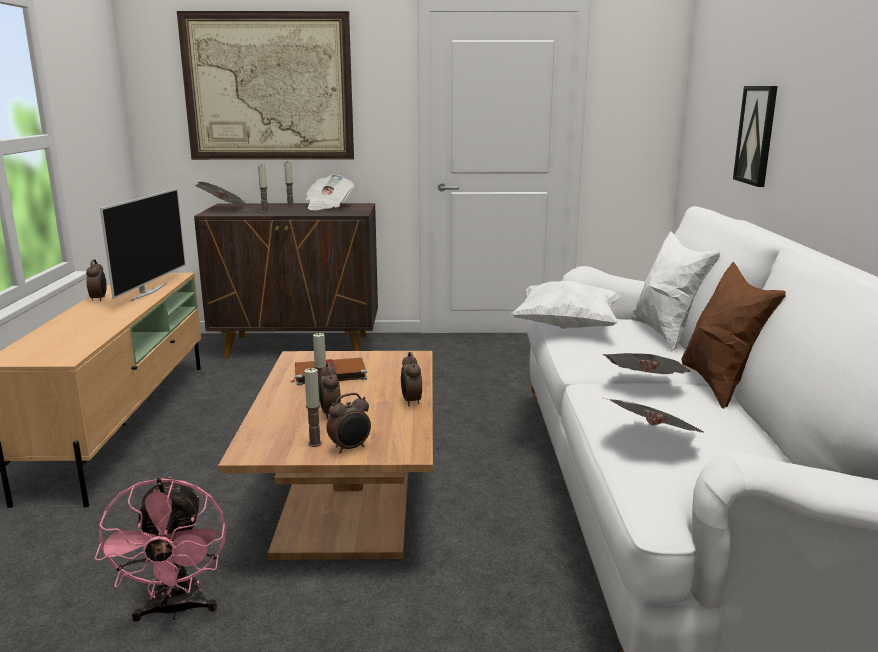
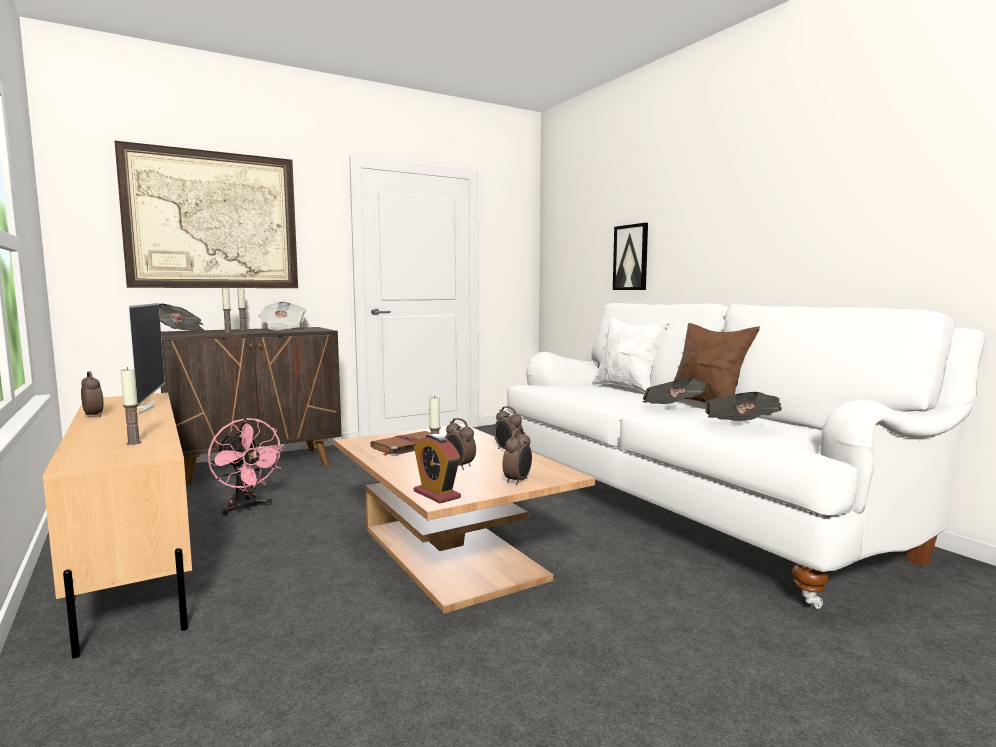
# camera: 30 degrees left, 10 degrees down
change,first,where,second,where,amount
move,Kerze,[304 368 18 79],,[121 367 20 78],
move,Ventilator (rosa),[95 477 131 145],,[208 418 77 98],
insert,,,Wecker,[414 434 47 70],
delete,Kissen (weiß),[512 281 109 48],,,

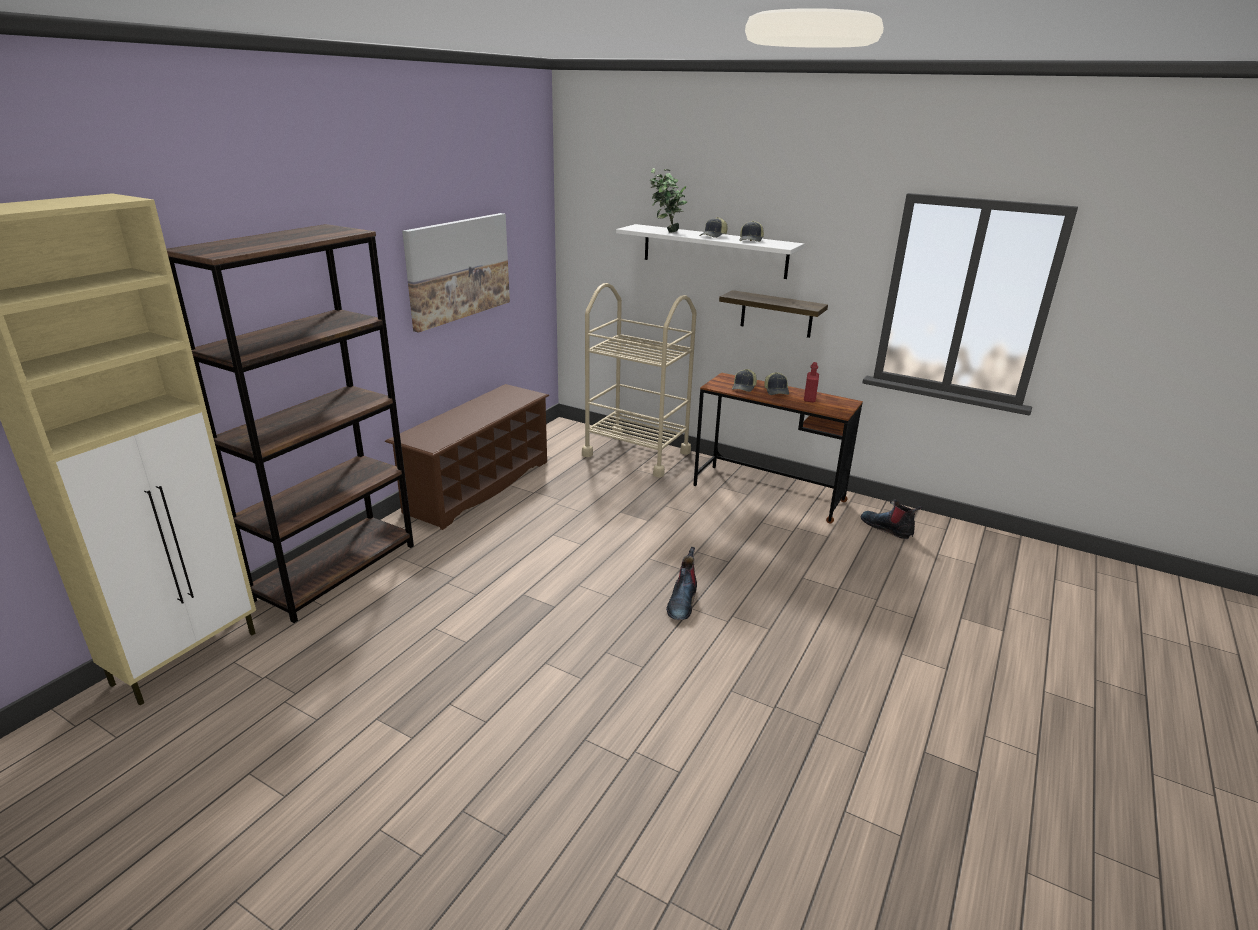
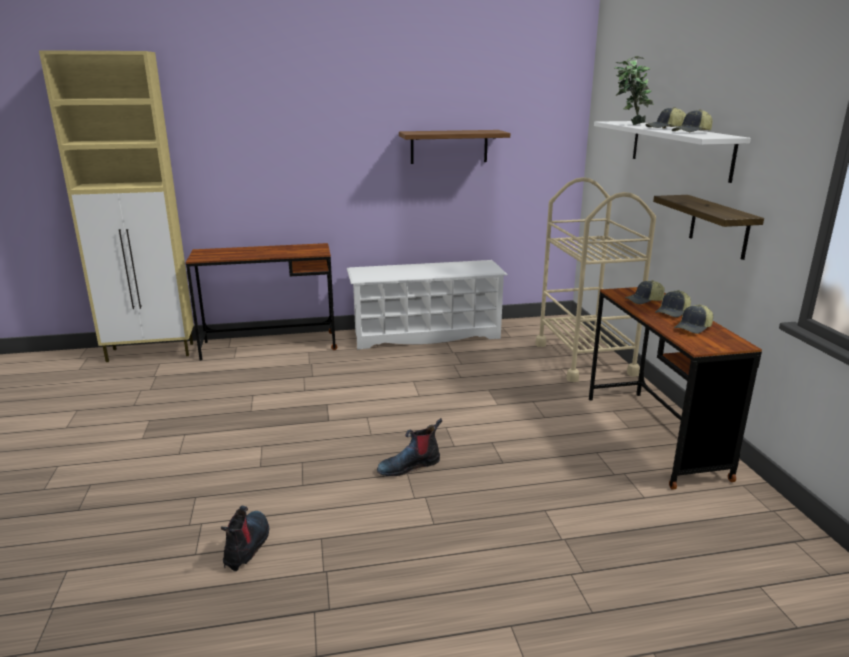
# camera: 50 degrees right, 5 degrees down
change,first,where,second,where,amount
replace,Bücherregal (braun),[167 224 247 399],Schreibtisch (braun),[186 243 151 117],
move,Stiefel,[861 499 61 40],,[221 506 49 65],
recolor,Schuhregal (braun),[385 384 164 146],Schuhregal (weiß),[347 260 161 90],
replace,Bild,[402 213 108 120],Wandregal,[399 130 111 34],
replace,Flasche (rot),[804 362 15 40],Kappe,[674 304 39 30],

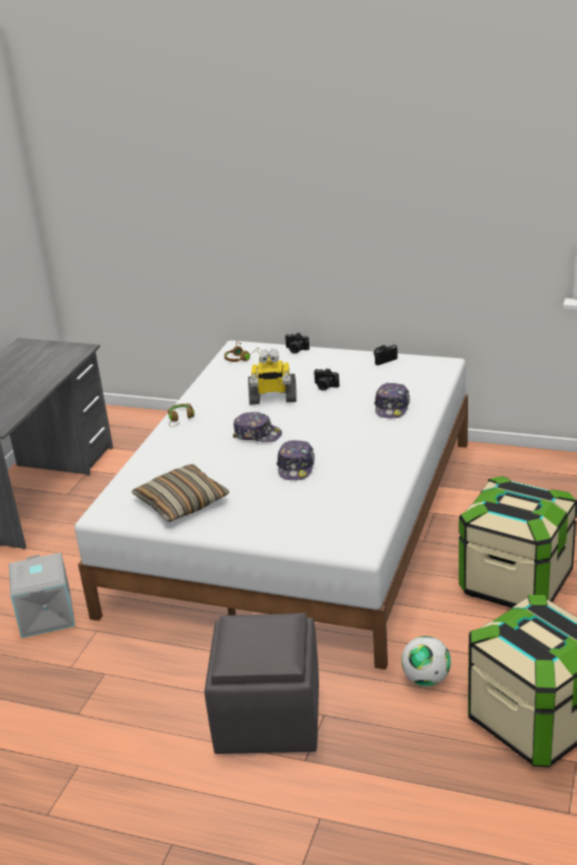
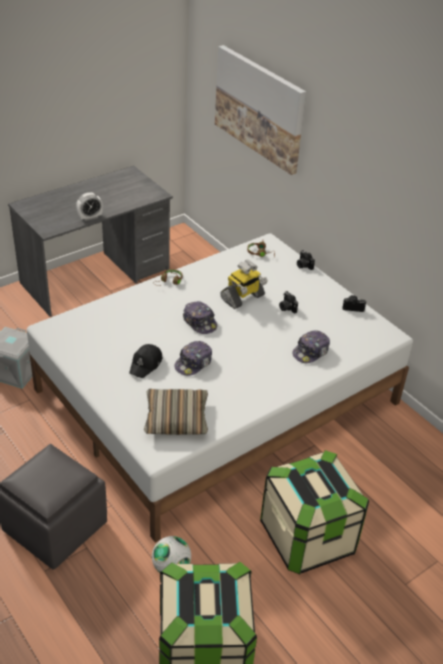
# camera: 30 degrees right, 10 degrees up
change,first,where,second,where,amount
insert,,,Wecker,[76 192 27 29],
insert,,,Kappe (schwarz),[129 344 33 34],
move,Kissen,[132 464 97 58],,[144 389 64 46],
insert,,,Bild,[215 45 91 130],
rotate,Spielzeugroboter,[248 349 48 56],,[220 260 48 49],75 degrees counterclockwise

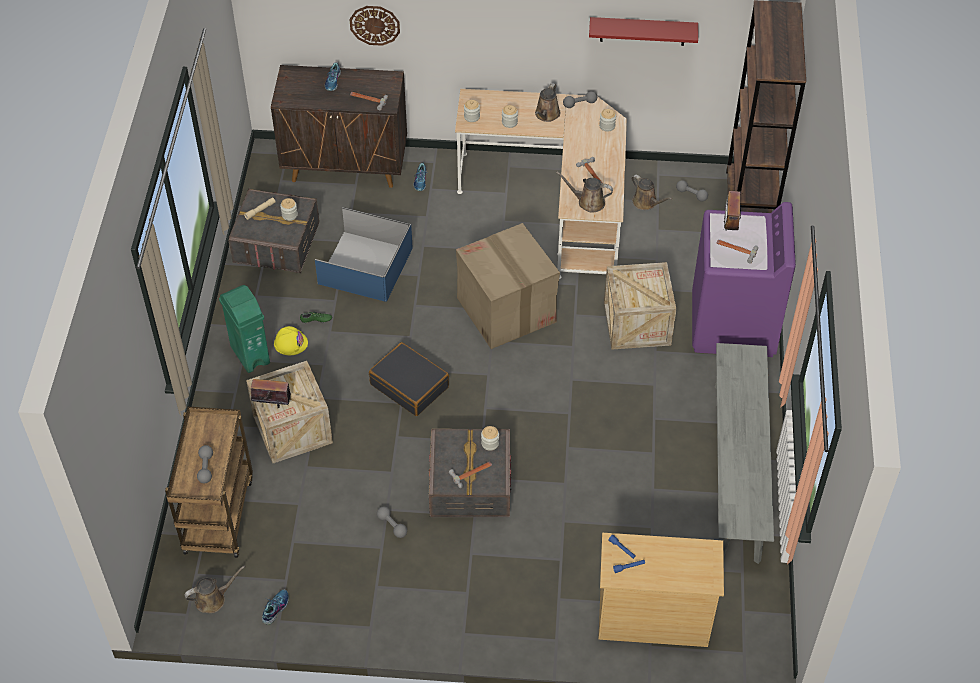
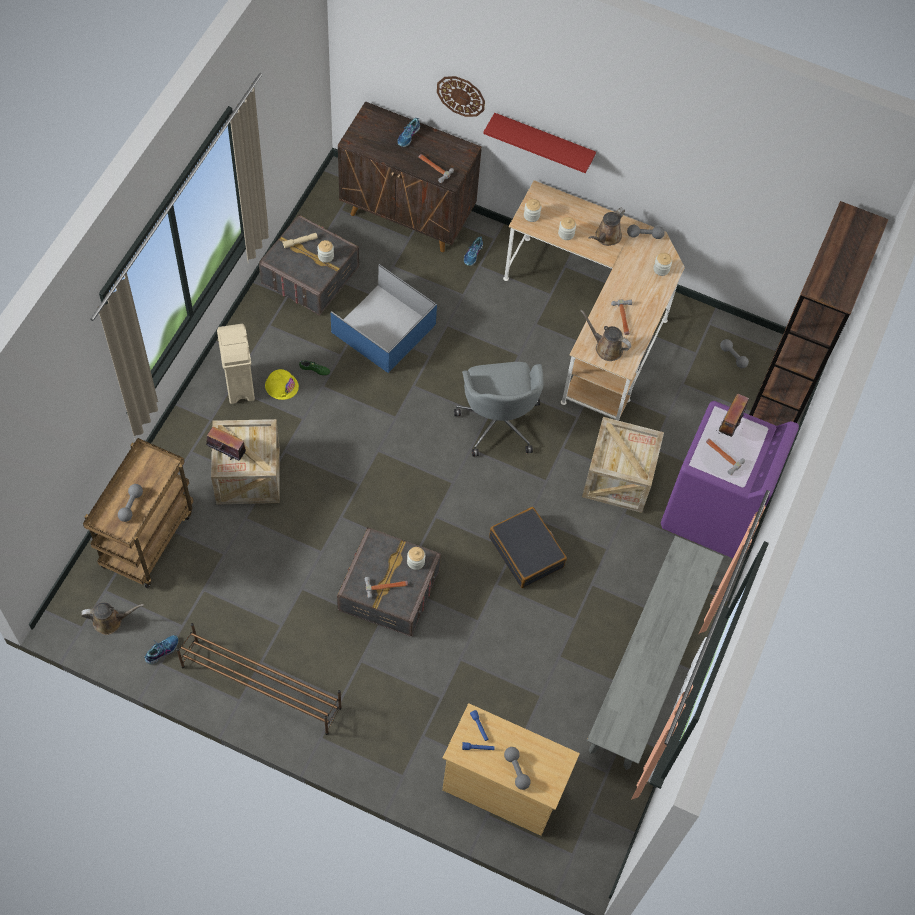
# camera: 15 degrees right, 10 degrees up
change,first,where,second,where,amount
insert,,,Schuhregal (braun),[176 623 166 112],
recolor,Mülleimer (grün),[219 285 51 88],Mülleimer (beige),[217 324 38 80],
replace,Karton,[456 223 104 126],Bürostuhl (grau),[454 362 90 94],
move,Wandregal (rot),[589 17 109 29],,[483 113 113 60],
move,Koffer (schwarz),[369 342 80 74],,[489 507 78 81],
move,Hantel (grau),[377 507 30 31],,[504 747 27 43],
delete,Gießkanne (braun),[631 175 41 35],,,

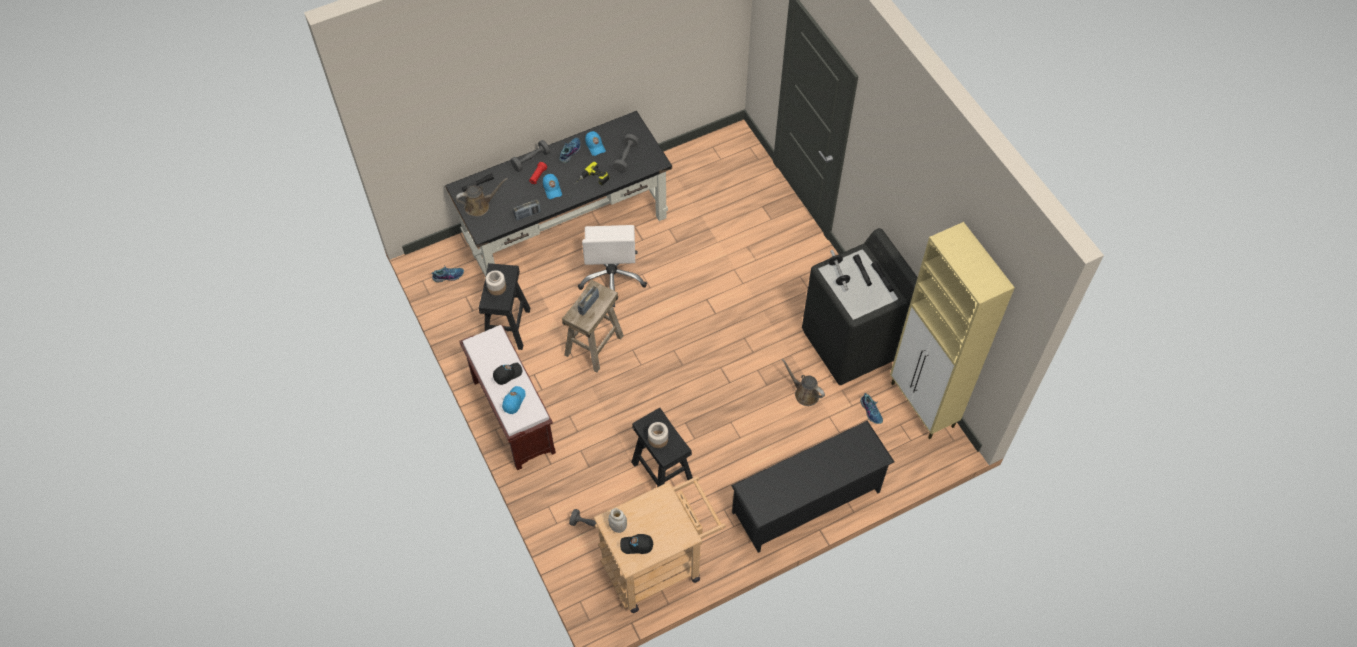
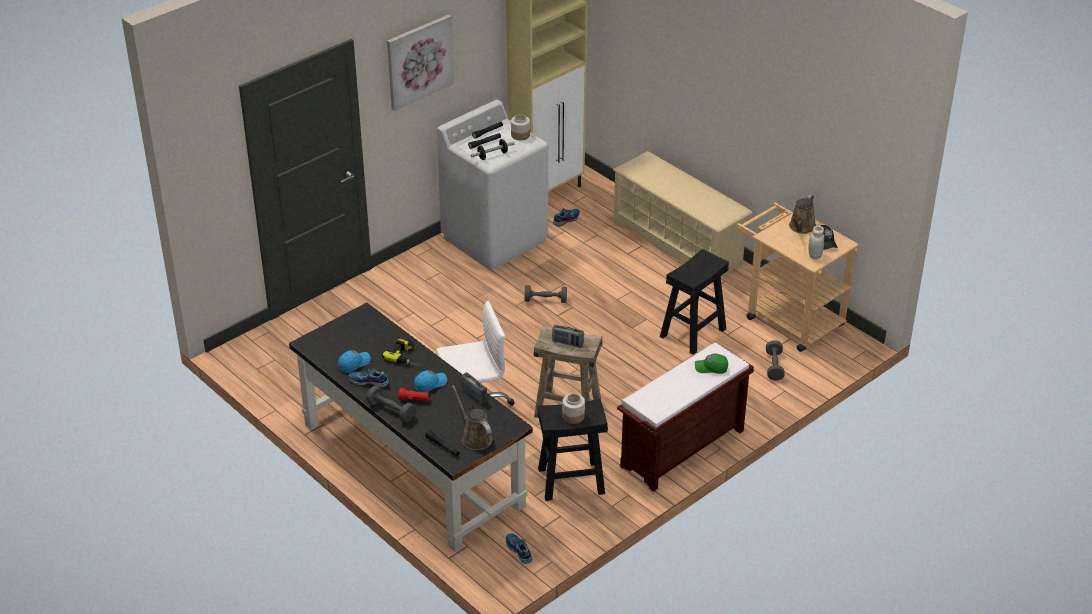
# camera: 105 degrees left, 20 degrees down
change,first,where,second,where,amount
insert,,,Bild,[387 15 67 96],
recolor,Waschmaschine (schwarz),[802 228 116 157],Waschmaschine (weiß),[437 100 111 170],
move,Vorratsglas,[648 422 20 26],,[511 115 19 25],
move,Hantel (grau),[613 134 26 39],,[525 286 42 17],
recolor,Schuhregal (schwarz),[731 421 164 132],Schuhregal (beige),[613 151 140 133],
recolor,Kappe (blau),[502 386 24 28],Kappe (grün),[695 353 33 21],
move,Gießkanne (braun),[782 359 43 47],,[789 194 27 40],
delete,Kappe (schwarz),[493 363 30 22],,,

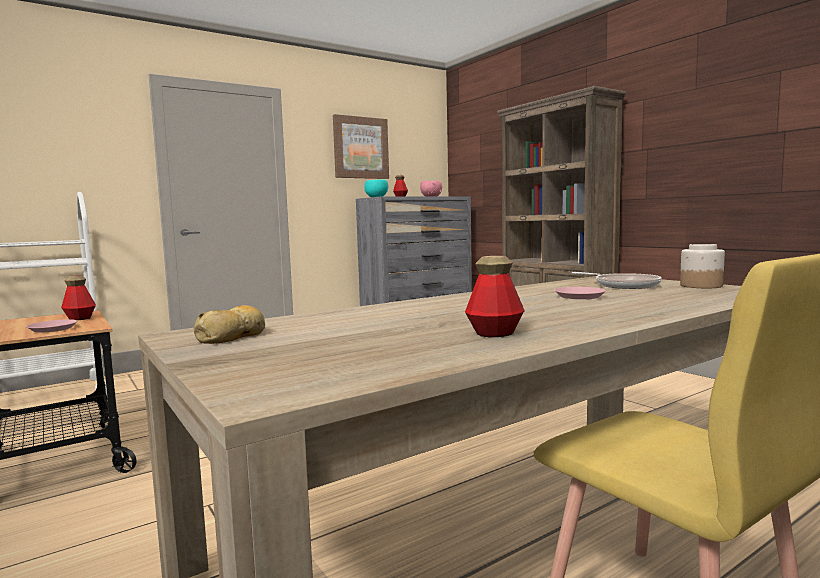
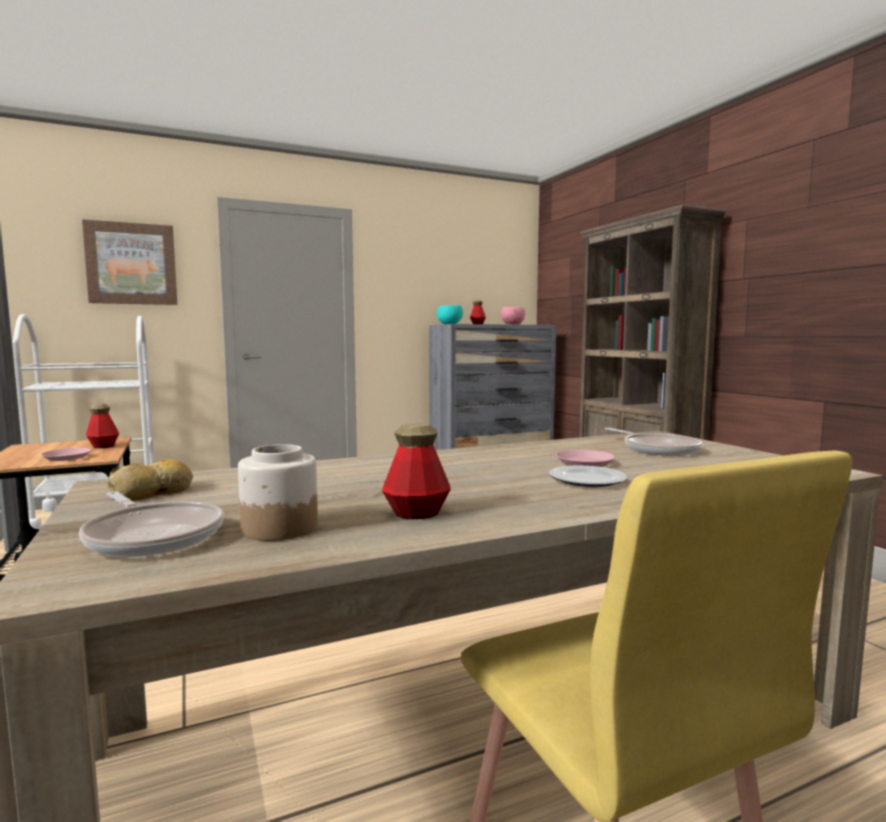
# camera: 10 degrees right, 0 degrees up
change,first,where,second,where,amount
insert,,,Pfanne,[79 492 145 65],
move,Bild,[333 114 56 65],,[82 219 95 86],
move,Vorratsglas,[680 244 45 44],,[238 444 80 97],
insert,,,Teller,[549 466 78 21],

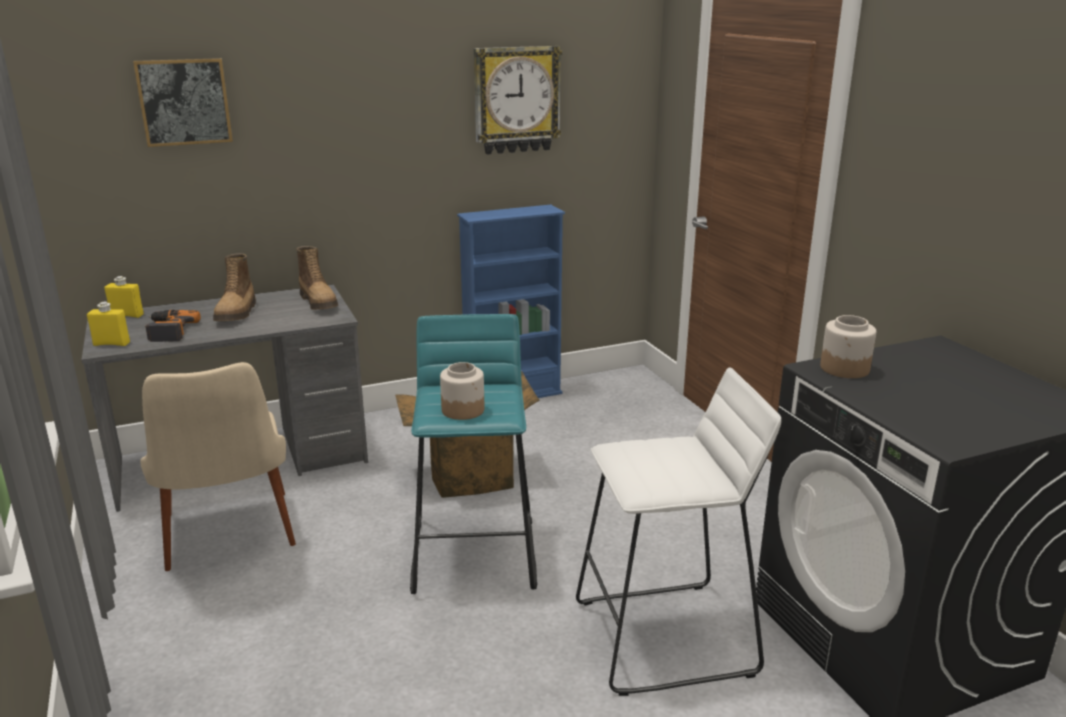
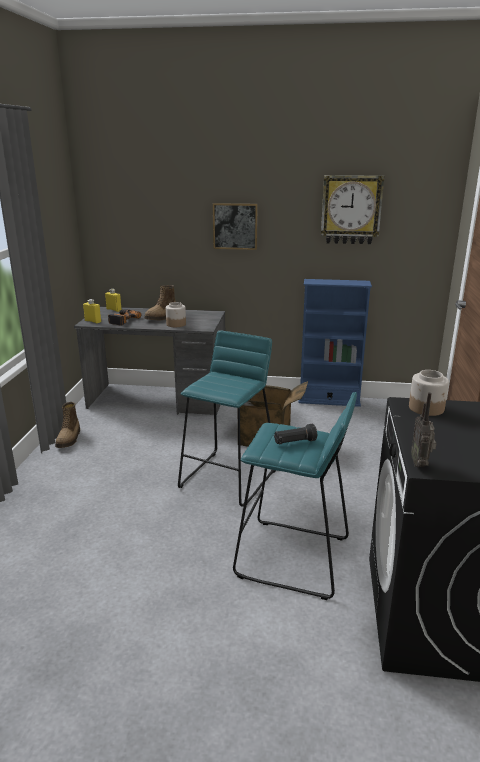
# camera: 30 degrees right, 0 degrees up
change,first,where,second,where,amount
move,Stiefel,[296 246 42 64],,[55 402 25 46],
move,Vorratsglas,[440 362 45 58],,[166 302 20 25],
move,Bild,[133 58 100 89],,[213 203 45 47],
recolor,Hocker (weiß),[576 367 205 329],Hocker (türkis),[233 392 124 208],
insert,,,Taschenlampe (schwarz),[274 424 43 20],
insert,,,Radio,[411 392 25 75],
delete,Stuhl (beige),[141 362 155 209],,,

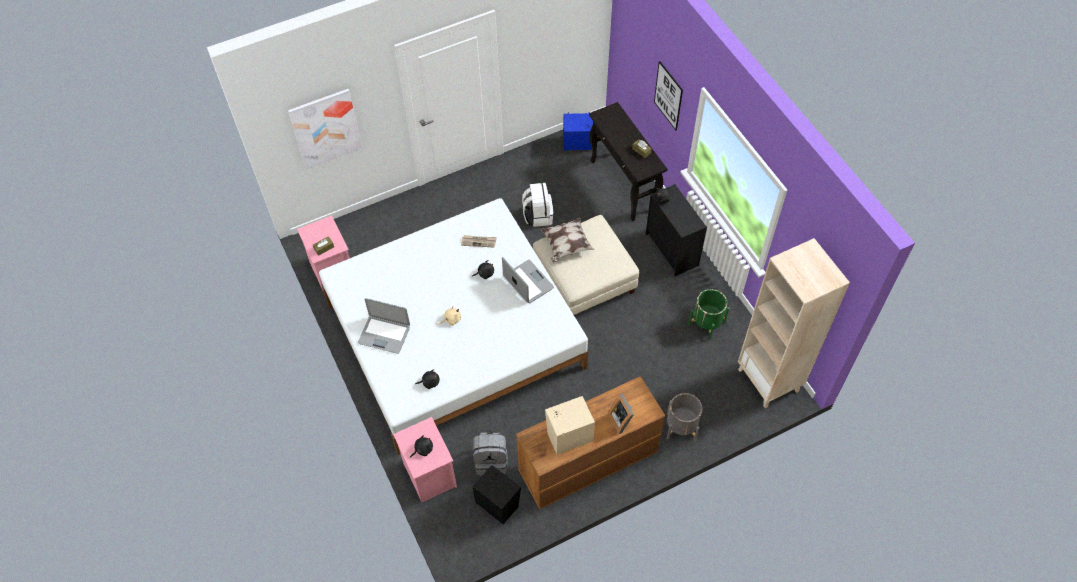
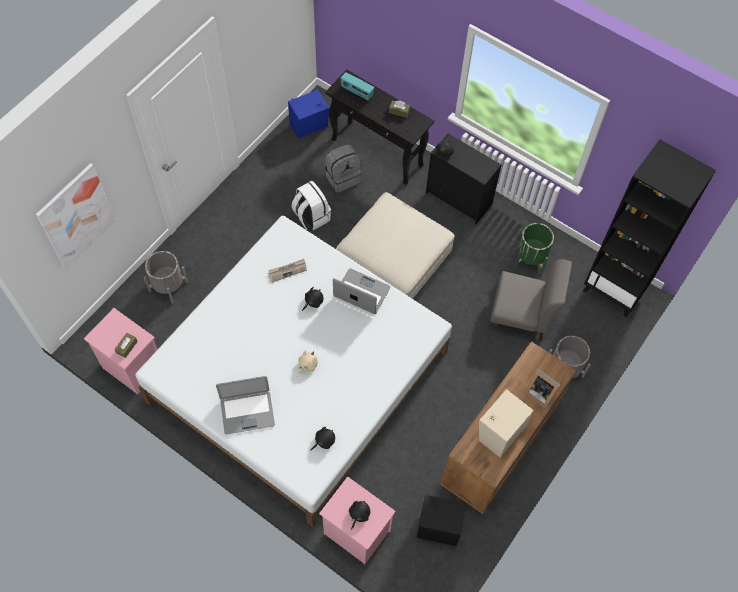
# camera: 30 degrees left, 5 degrees up
change,first,where,second,where,amount
insert,,,Pflanzkübel (grau),[144 251 45 52],
move,Rucksack (grau),[473 432 35 43],,[325 144 36 49],
insert,,,Radio,[340 72 34 28],
insert,,,Stuhl (grau),[491 259 81 81],
recolor,Bücherregal (beige),[738 238 112 170],Bücherregal (schwarz),[583 139 133 178],
delete,Kissen,[540 217 54 45],,,
delete,Bild,[654 61 29 69],,,

